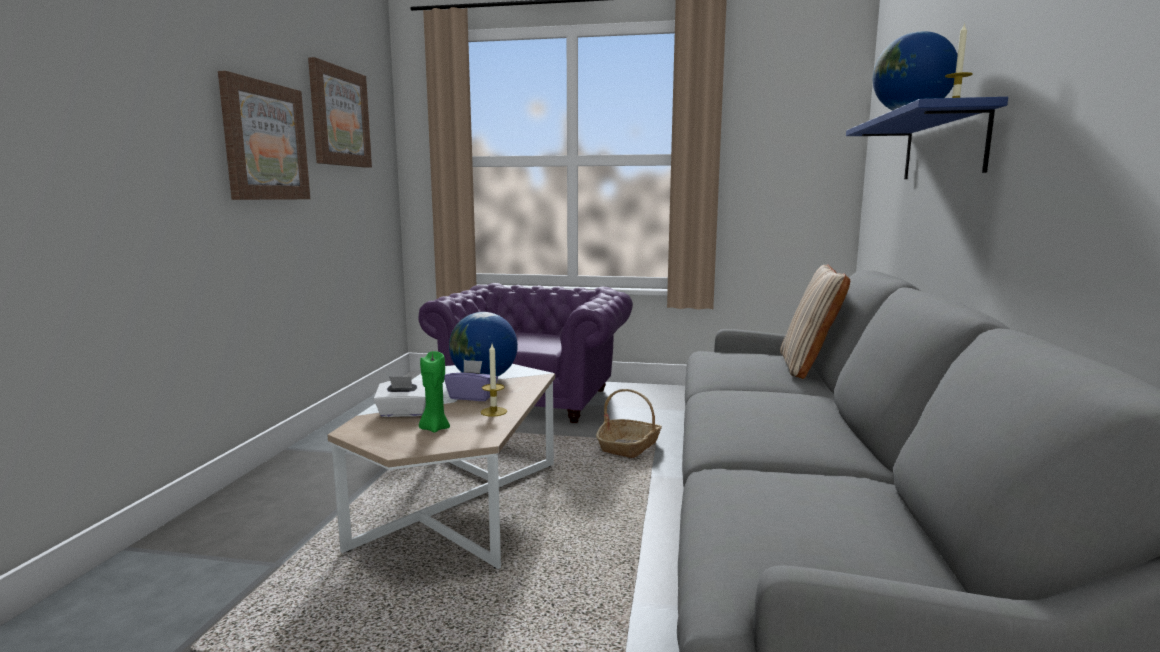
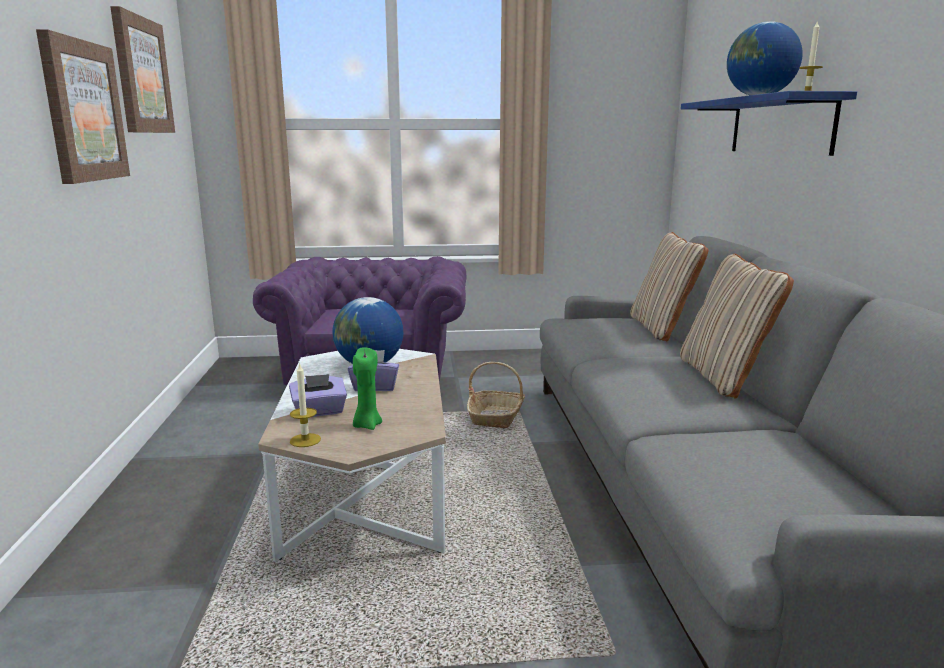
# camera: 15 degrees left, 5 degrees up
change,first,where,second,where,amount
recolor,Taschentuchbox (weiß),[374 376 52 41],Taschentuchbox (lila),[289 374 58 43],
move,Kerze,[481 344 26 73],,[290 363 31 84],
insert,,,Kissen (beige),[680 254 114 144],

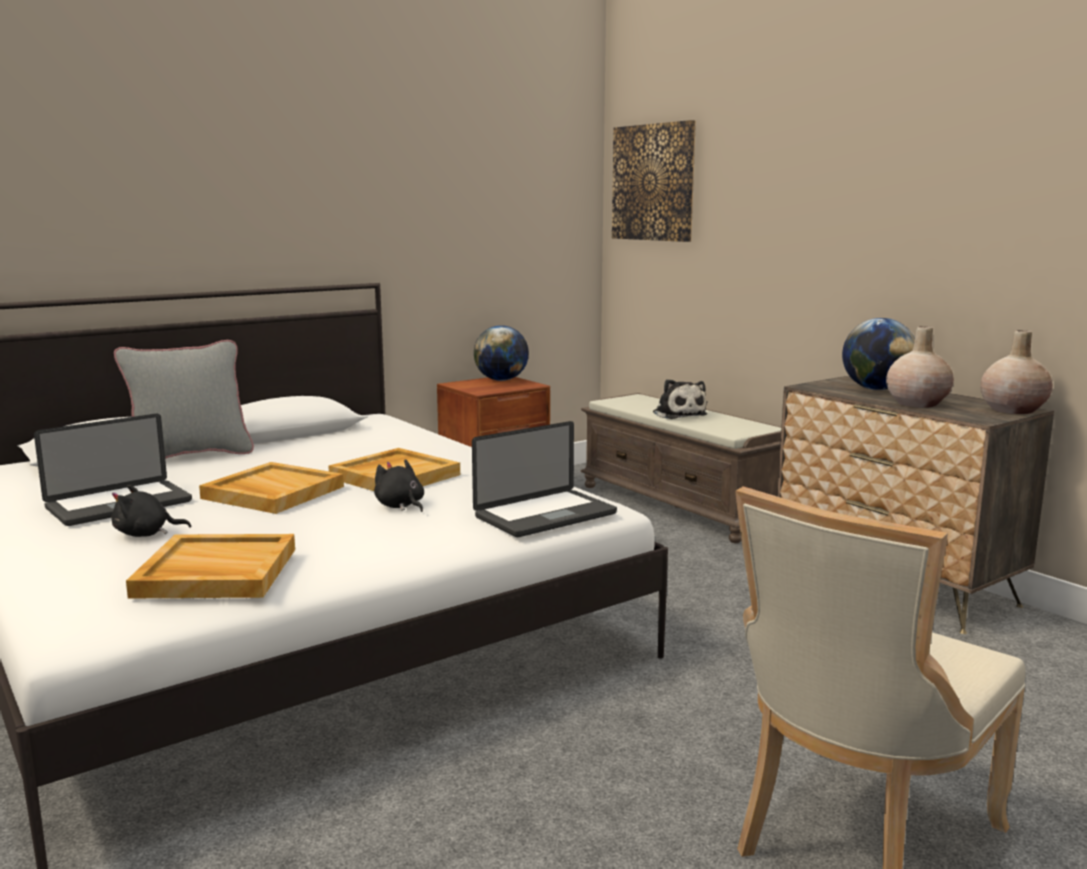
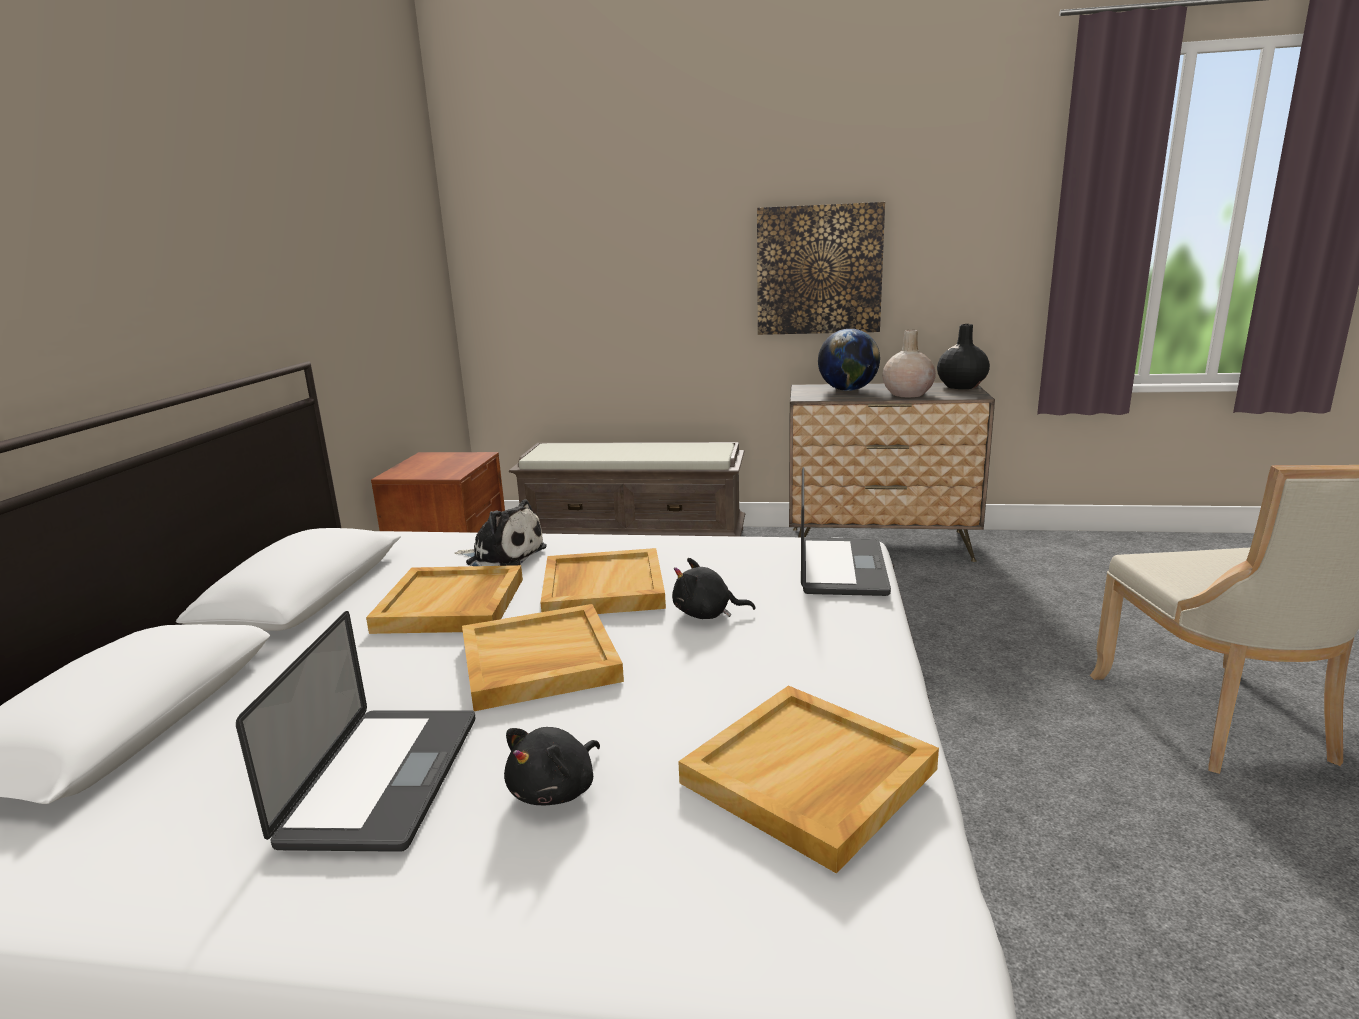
# camera: 45 degrees left, 5 degrees up
change,first,where,second,where,amount
insert,,,Tablett (beige),[366 565 157 69],
move,Plüschtier,[653 379 54 40],,[455 499 92 67],
move,Bild,[612 120 84 122],,[757 202 128 133],
recolor,Vase (beige),[980 330 73 84],Vase (schwarz),[937 324 53 65],
delete,Kissen (grau),[114 340 140 119],,,
delete,Globus,[474 325 55 56],,,

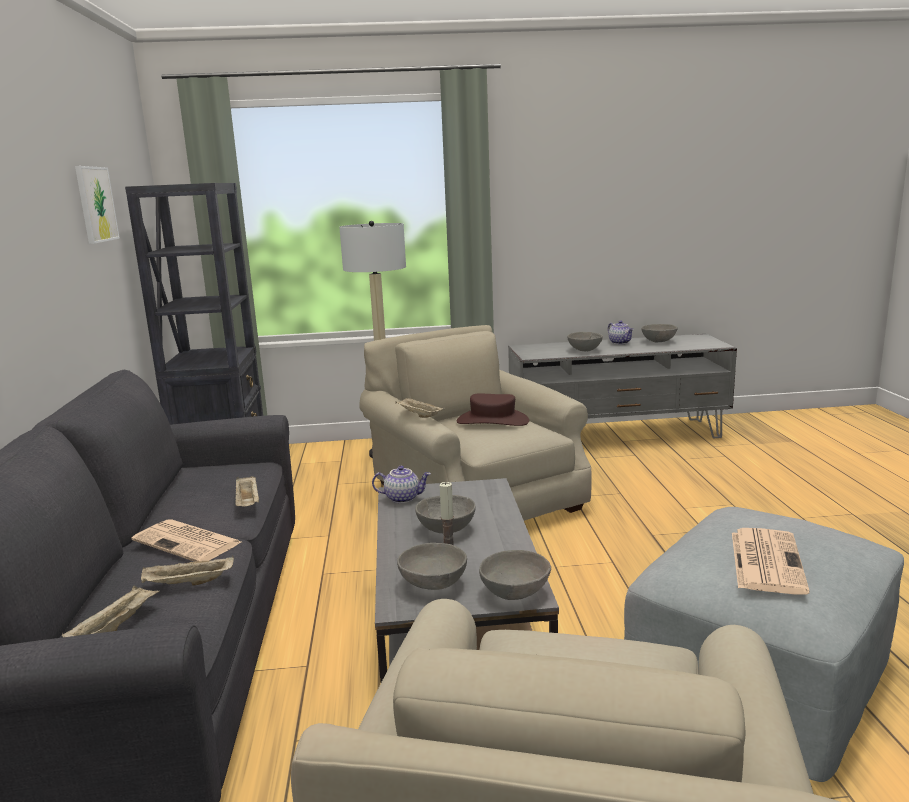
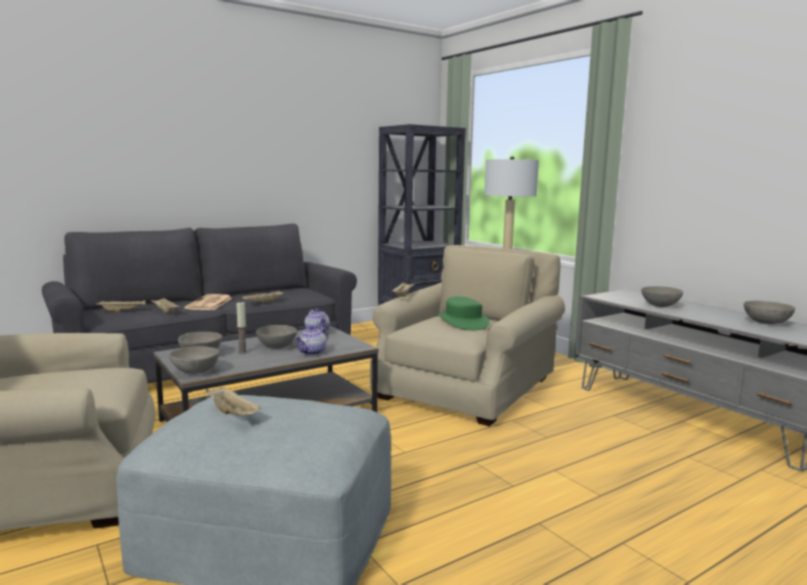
# camera: 60 degrees right, 5 degrees down
change,first,where,second,where,amount
replace,Zeitung,[732 528 78 67],Tablett (beige),[206 387 55 28],
move,Teekanne,[608 321 25 23],,[295 326 33 29],
recolor,Hut (braun),[457 393 72 33],Hut (grün),[438 296 52 34],
delete,Bild,[75 166 45 78],,,

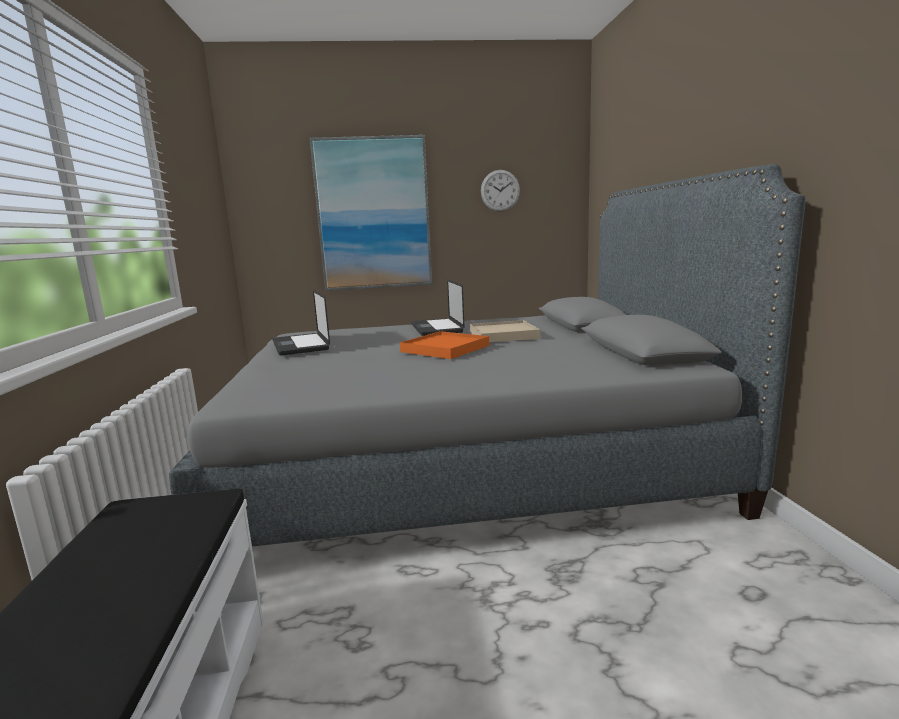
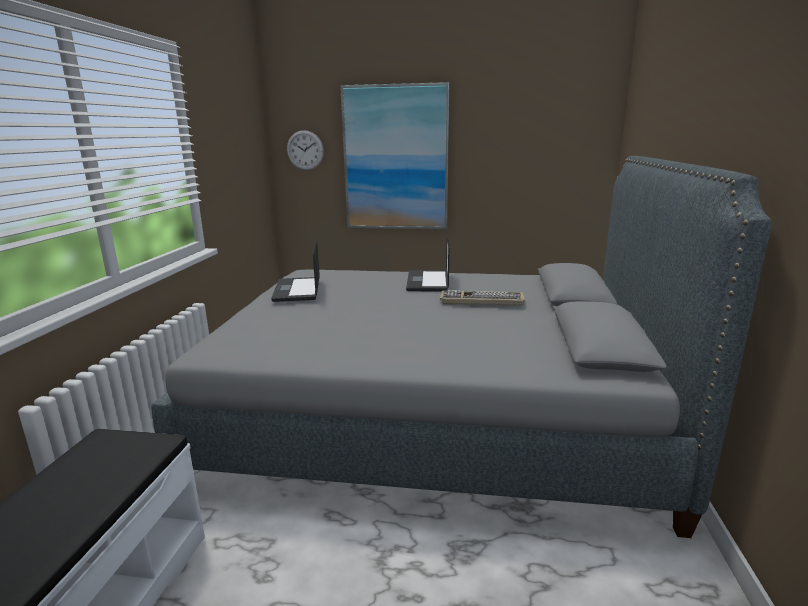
# camera: 15 degrees right, 5 degrees up
change,first,where,second,where,amount
move,Wanduhr,[481 170 39 42],,[287 130 37 40],
replace,Tablett (beige),[470 320 70 23],Tastatur,[440 290 85 16],
delete,Tablett (orange),[400 331 89 28],,,

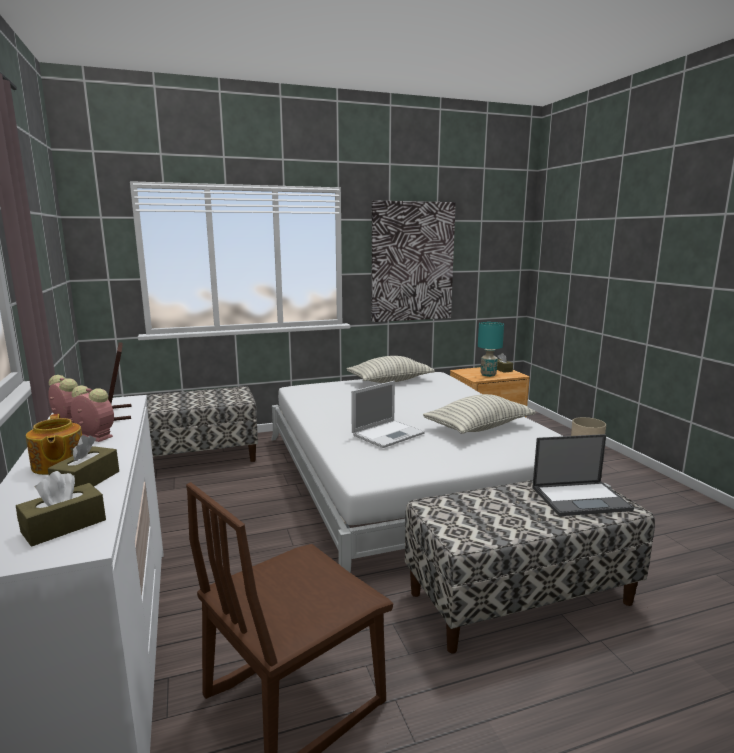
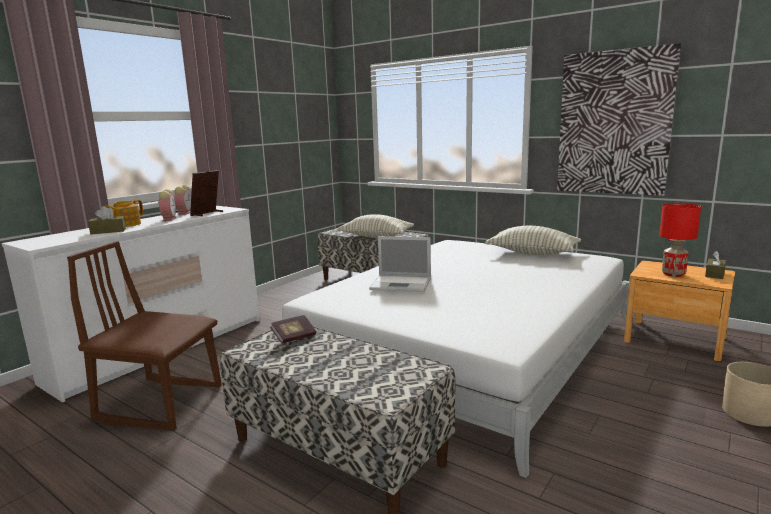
# camera: 55 degrees right, 0 degrees up
change,first,where,second,where,amount
insert,,,Buch,[270 315 46 29],
move,Kissen,[423 394 112 40],,[337 214 77 24],
recolor,Tischlampe (türkis),[478 322 26 55],Tischlampe (rot),[659 203 42 74],
delete,Taschentuchbox (braun),[16 471 90 75],,,
delete,Laptop,[532 434 102 82],,,

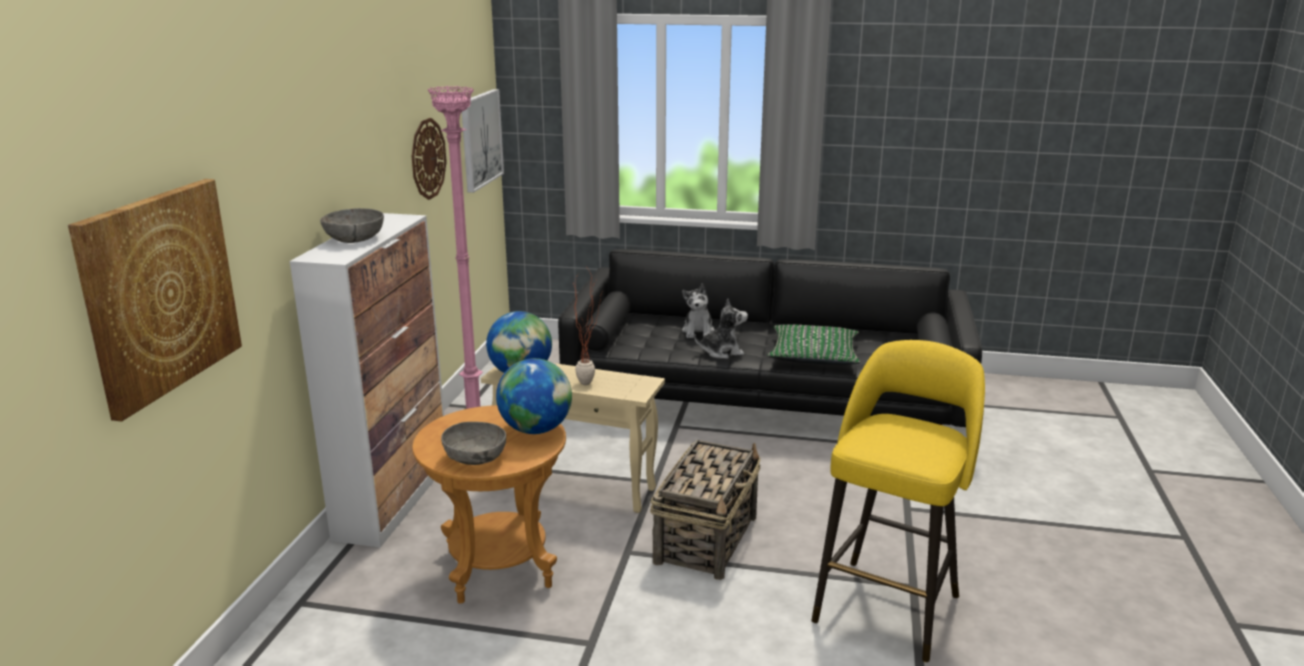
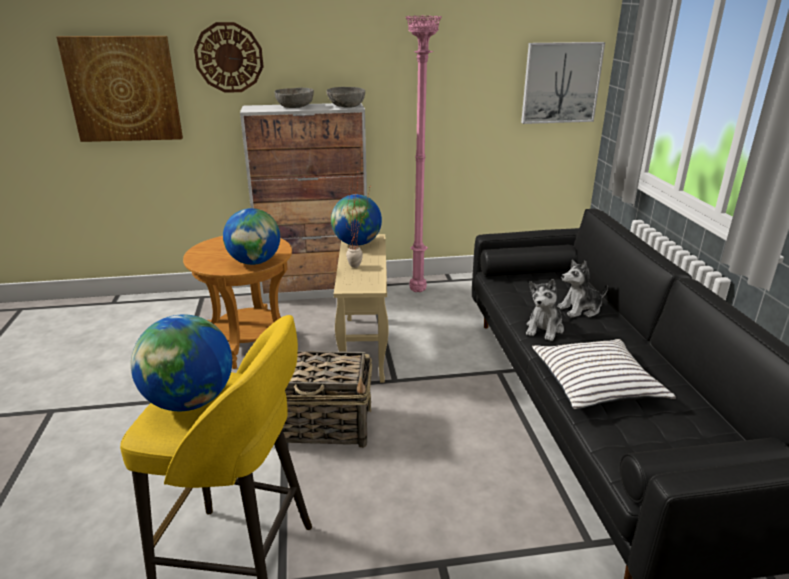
# camera: 70 degrees right, 5 degrees up
change,first,where,second,where,amount
insert,,,Globus,[131 314 101 97],
move,Wanduhr,[412 118 35 82],,[194 22 70 71],
move,Schüssel (grau),[441 422 65 43],,[326 87 39 21],
rotate,Plüschtier,[694 299 54 60],,[526 279 38 62],60 degrees clockwise
recolor,Kissen (grün),[767 324 93 41],Kissen (weiß),[532 339 144 71],

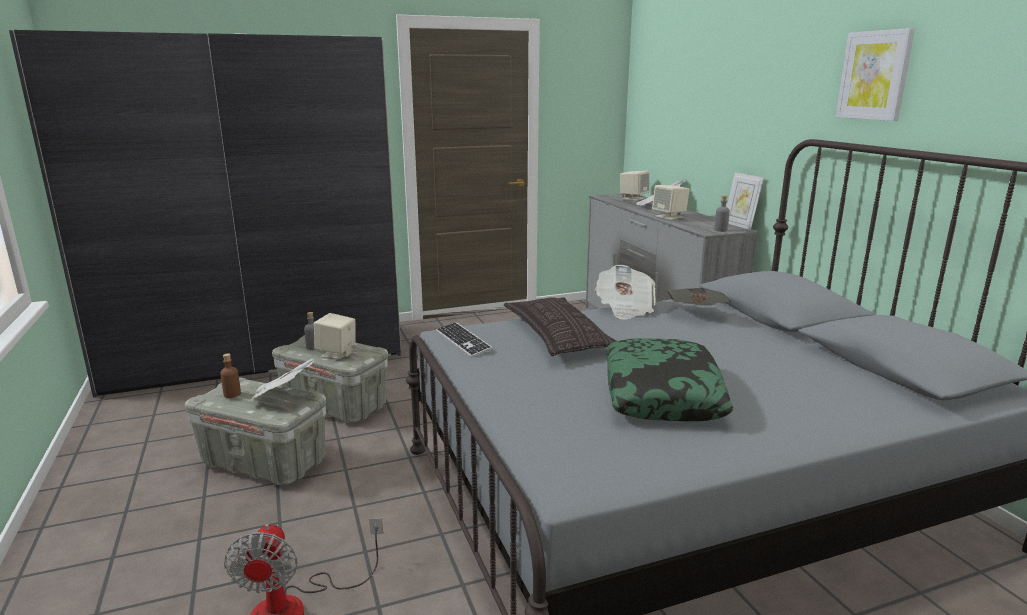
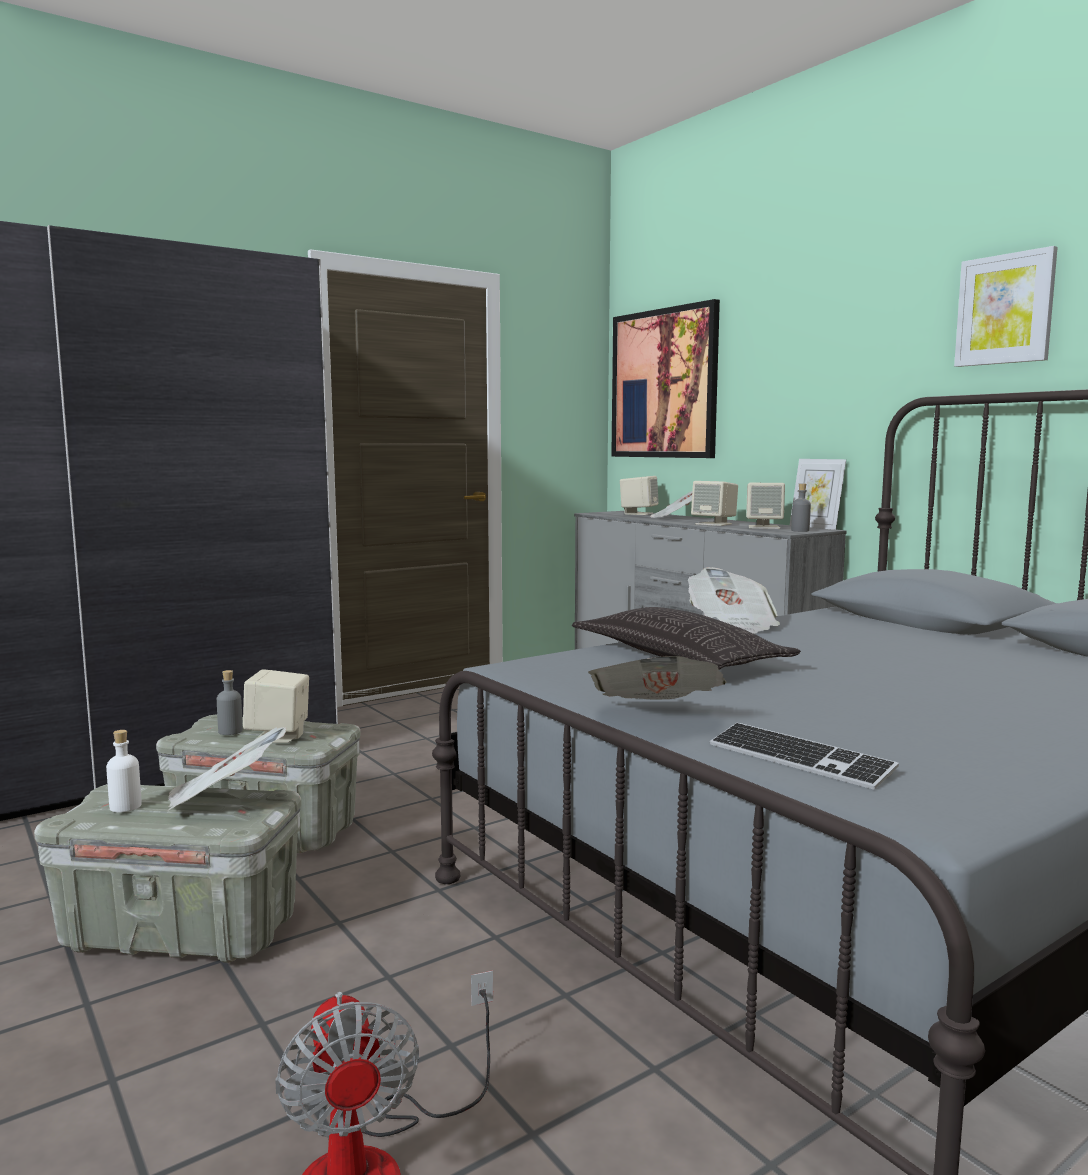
# camera: 15 degrees left, 10 degrees down
change,first,where,second,where,amount
recolor,Flasche (braun),[220 354 21 44],Flasche (weiß),[106 730 36 82],
move,Zeitung,[665 288 66 18],,[588 656 139 44],
insert,,,Bild,[611 299 109 159],
move,Tastatur,[436 322 57 35],,[710 722 189 67],
insert,,,Lautsprecher (beige),[746 483 39 46],
delete,Kissen,[606 338 127 84],,,

